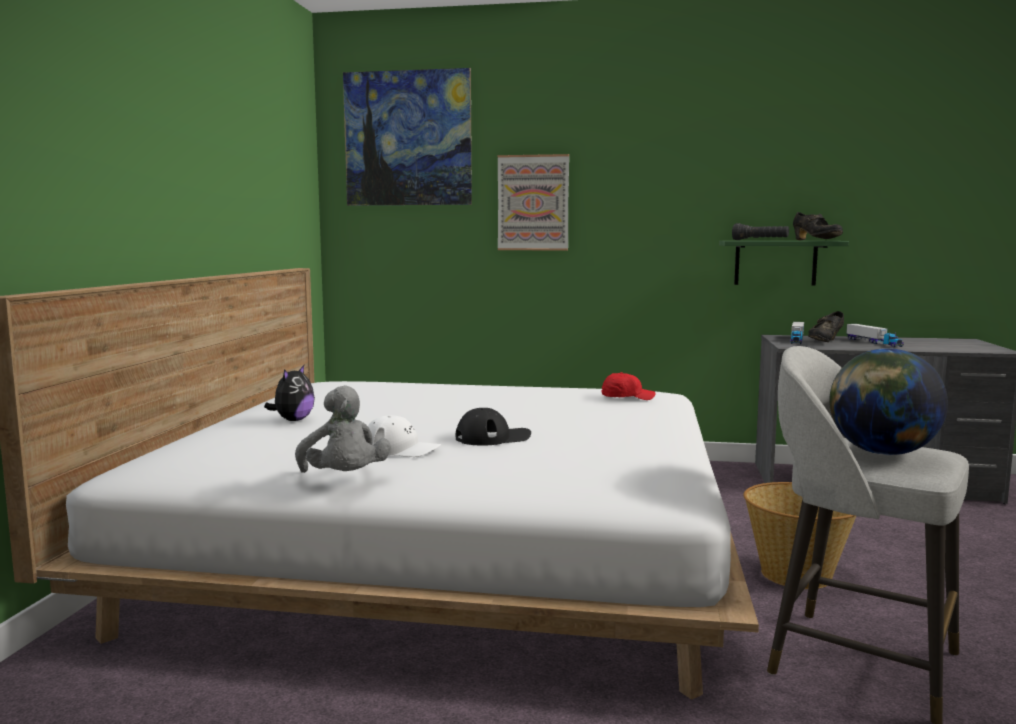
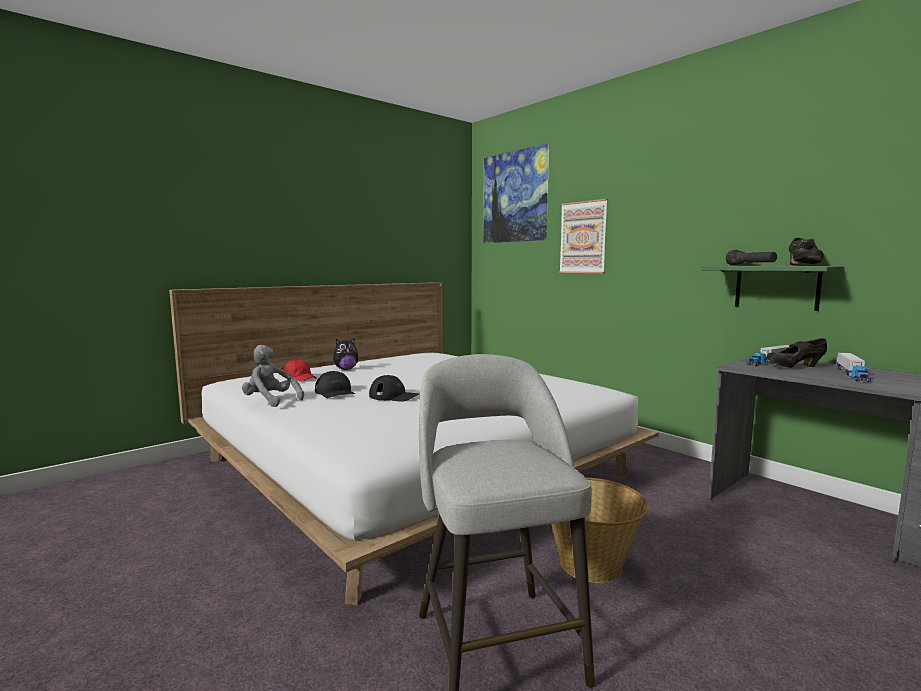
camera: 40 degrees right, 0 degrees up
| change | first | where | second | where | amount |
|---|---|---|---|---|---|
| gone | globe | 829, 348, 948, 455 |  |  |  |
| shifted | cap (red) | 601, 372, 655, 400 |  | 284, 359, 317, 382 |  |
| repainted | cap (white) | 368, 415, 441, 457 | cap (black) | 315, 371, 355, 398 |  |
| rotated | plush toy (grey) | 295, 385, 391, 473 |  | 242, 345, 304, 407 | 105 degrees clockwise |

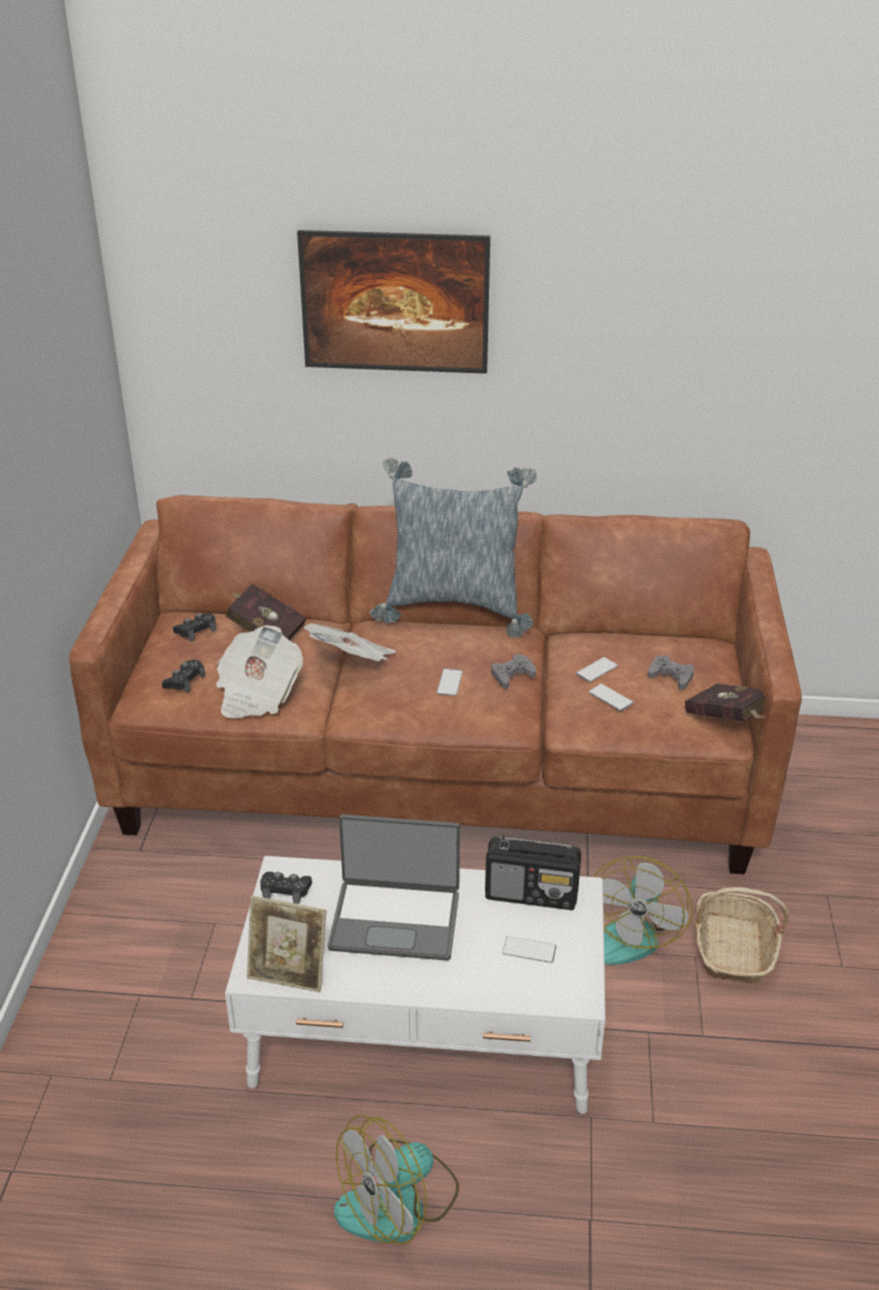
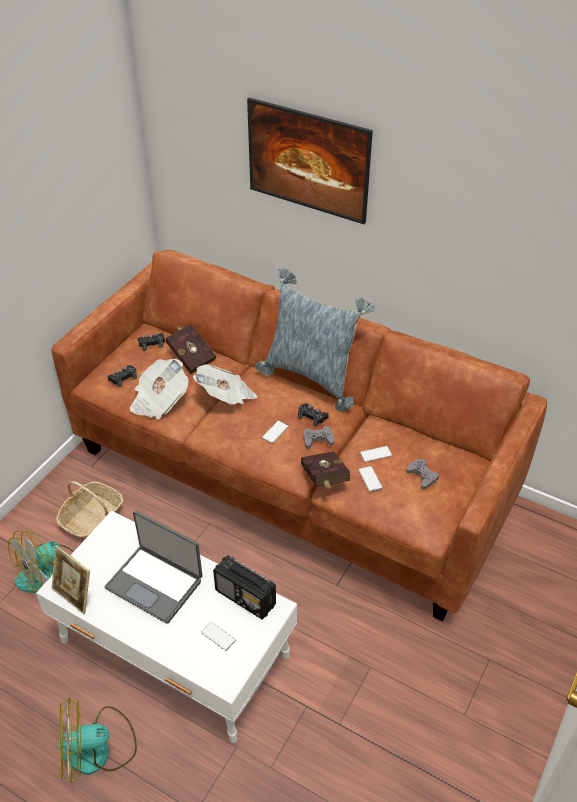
camera: 25 degrees right, 10 degrees up
| change | first | where | second | where | amount |
|---|---|---|---|---|---|
| shifted | game controller (black) | 260, 872, 312, 904 |  | 298, 403, 329, 427 |  |
| shifted | fan | 594, 856, 693, 965 |  | 8, 530, 74, 593 |  |
| shifted | book (red) | 685, 684, 766, 721 |  | 301, 451, 350, 489 |  |
| shifted | basket | 695, 887, 789, 983 |  | 56, 481, 123, 540 |  |

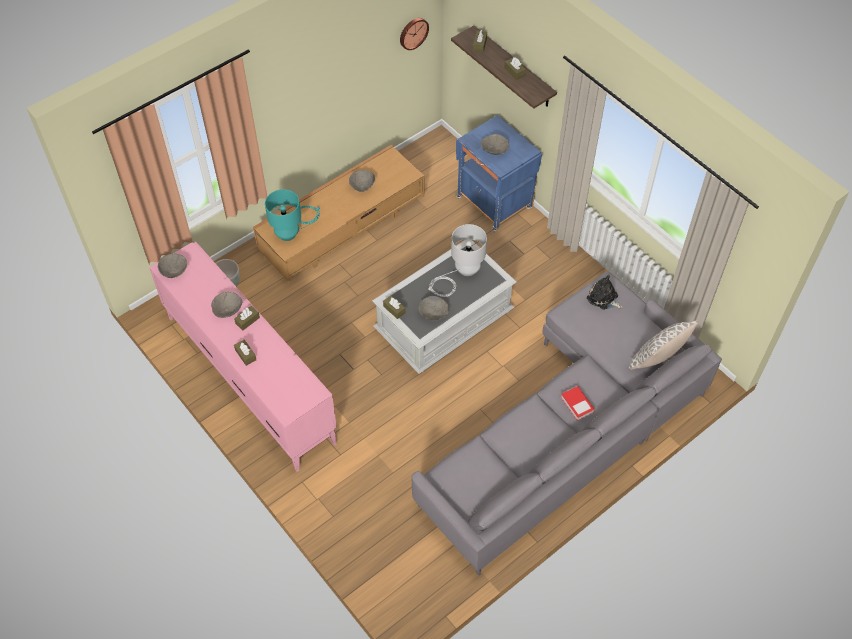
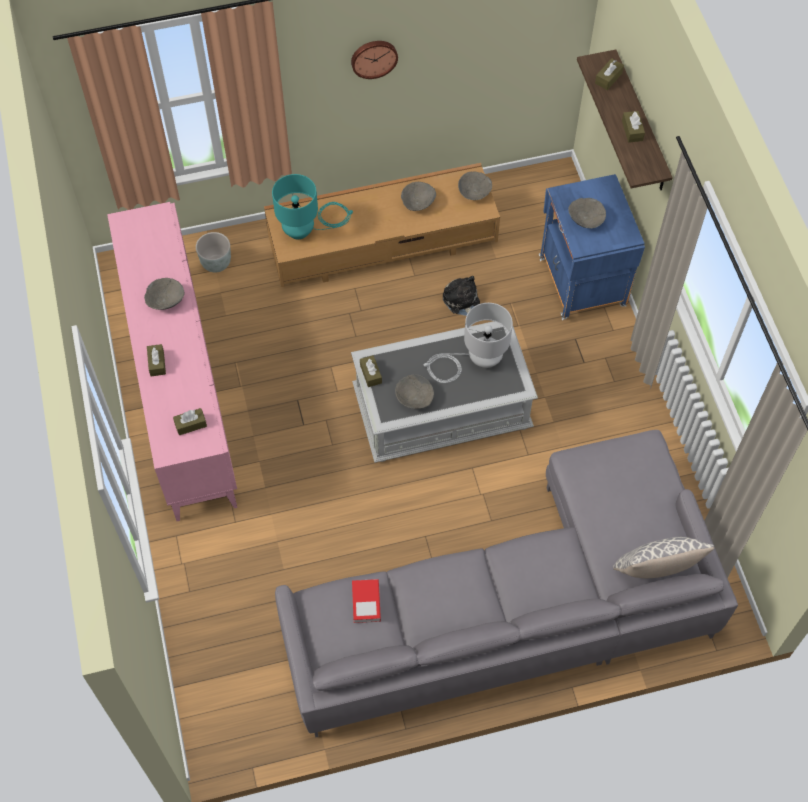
camera: 25 degrees right, 5 degrees up
| change | first | where | second | where | amount |
|---|---|---|---|---|---|
| shifted | bowl (grey) | 158, 253, 187, 278 |  | 458, 172, 492, 200 |  |
| shifted | tissue box (brown) | 234, 306, 260, 330 |  | 173, 408, 207, 435 |  |
| shifted | wall clock | 400, 18, 429, 50 |  | 351, 41, 398, 79 |  |
| shifted | book | 561, 386, 595, 421 |  | 352, 579, 381, 623 |  |
| shifted | plush toy | 587, 275, 623, 310 |  | 443, 276, 480, 316 |  |

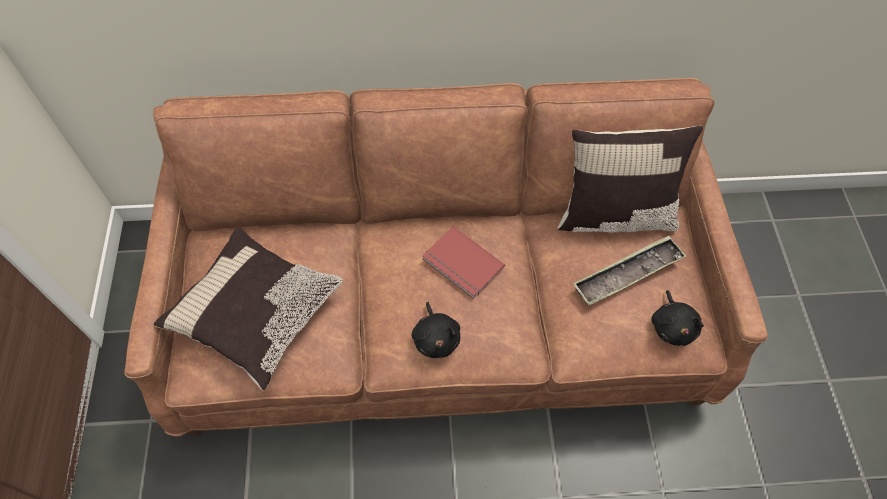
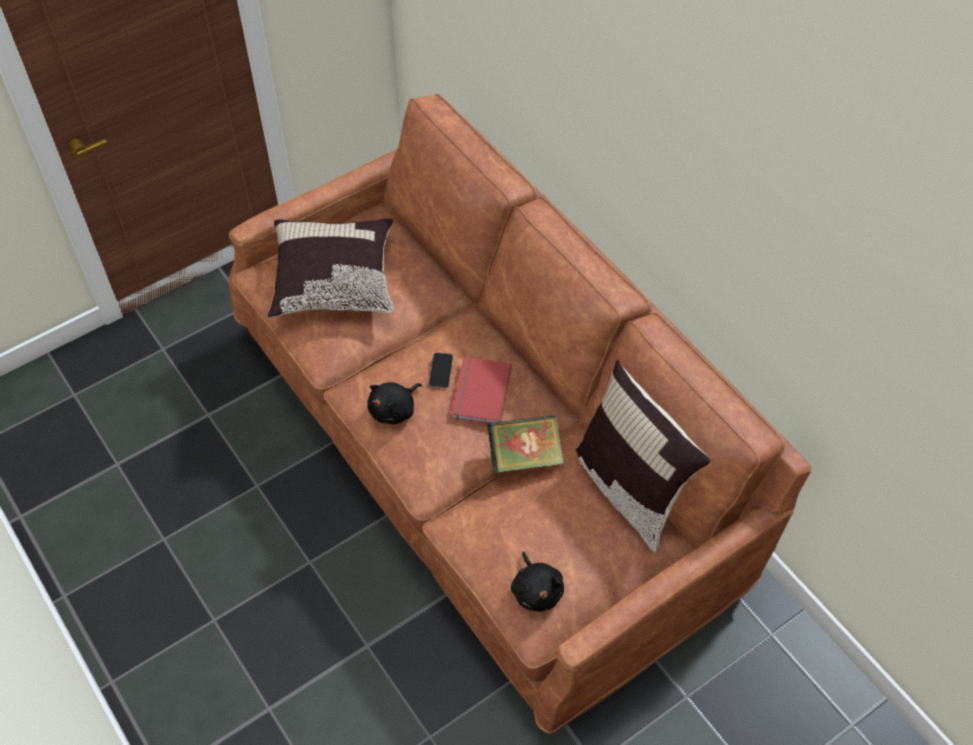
camera: 60 degrees right, 5 degrees down
| change | first | where | second | where | amount |
|---|---|---|---|---|---|
| gone | tray | 573, 236, 687, 306 |  |  |  |
| new |  |  | phone | 429, 353, 453, 388 |  |
| new |  |  | book | 487, 415, 564, 473 |  |
| rotated | plush toy (black) | 651, 290, 704, 346 |  | 511, 552, 564, 611 | 75 degrees counterclockwise |

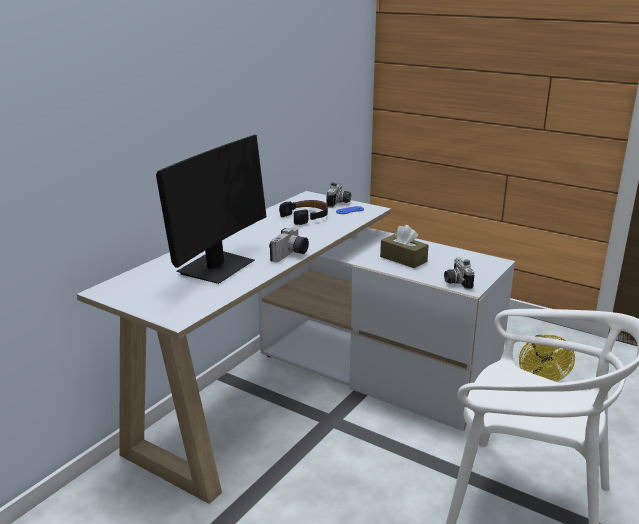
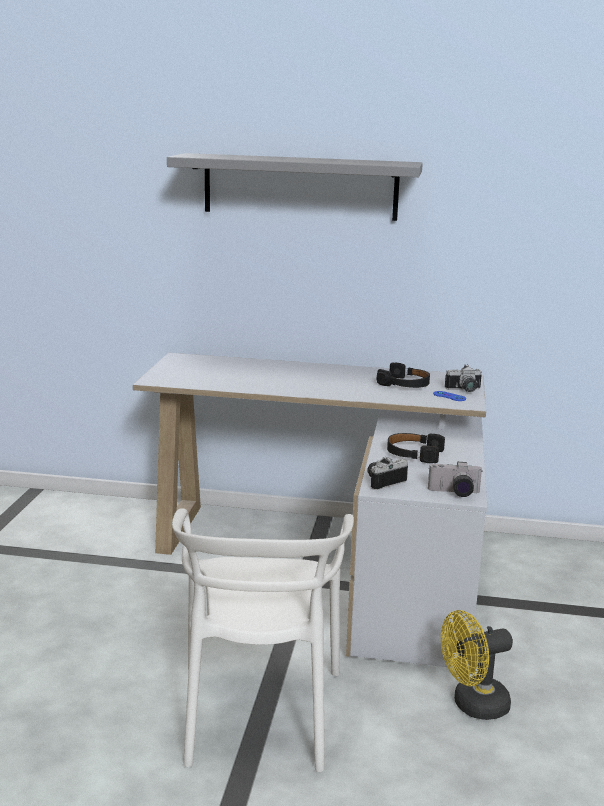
camera: 65 degrees right, 5 degrees down
| change | first | where | second | where | amount |
|---|---|---|---|---|---|
| gone | monitor | 156, 135, 267, 284 |  |  |  |
| new |  |  | shelf (grey) | 167, 153, 423, 221 |  |
| shifted | photo camera | 269, 227, 309, 262 |  | 428, 462, 482, 497 |  |
| swapped | tissue box (brown) | 380, 225, 429, 268 | headphones (black) | 387, 433, 445, 463 |  |

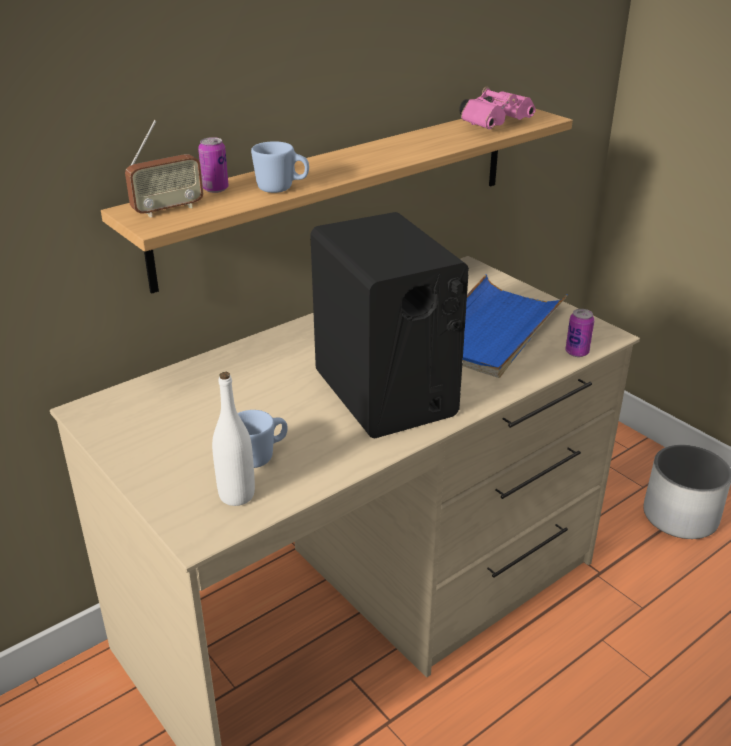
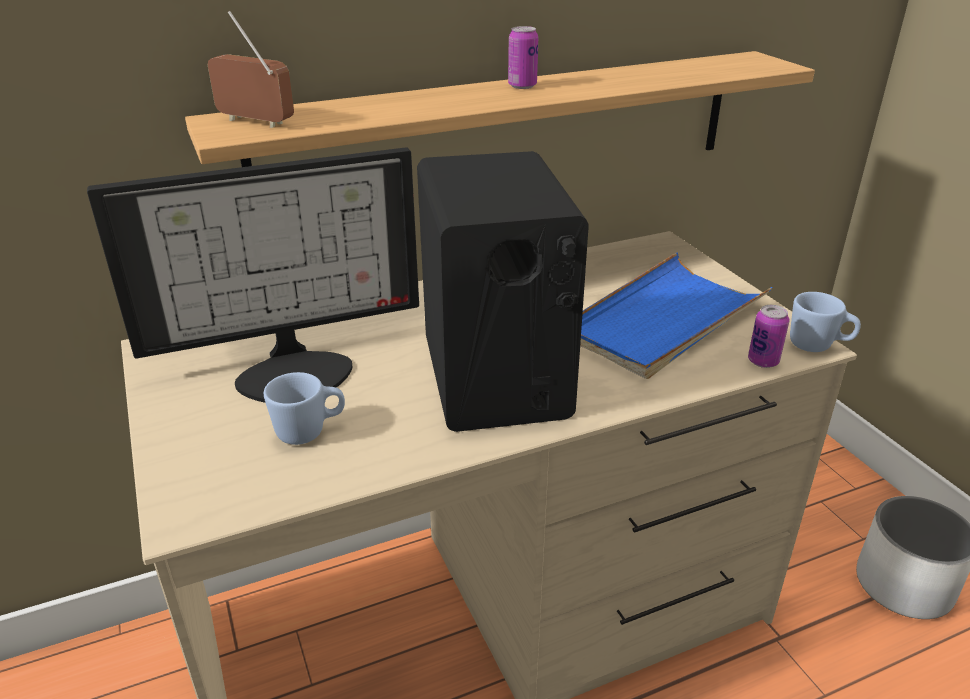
camera: 15 degrees right, 0 degrees up
| change | first | where | second | where | amount |
|---|---|---|---|---|---|
| gone | bottle (white) | 212, 372, 255, 506 |  |  |  |
| gone | binoculars (pink) | 459, 87, 536, 129 |  |  |  |
| new |  |  | monitor | 87, 147, 419, 403 |  |
| shifted | can | 198, 137, 229, 193 |  | 508, 26, 538, 89 |  |
| shifted | mug (blue) | 251, 141, 309, 193 |  | 790, 292, 861, 352 |  |
| rotated | radio | 125, 120, 203, 217 |  | 208, 11, 294, 128 | 135 degrees counterclockwise |

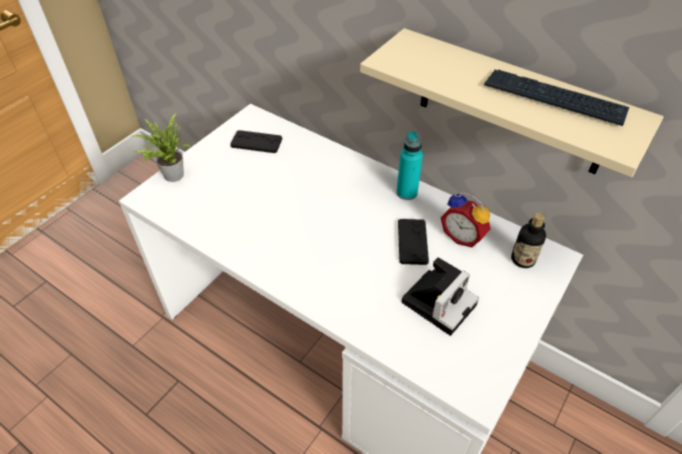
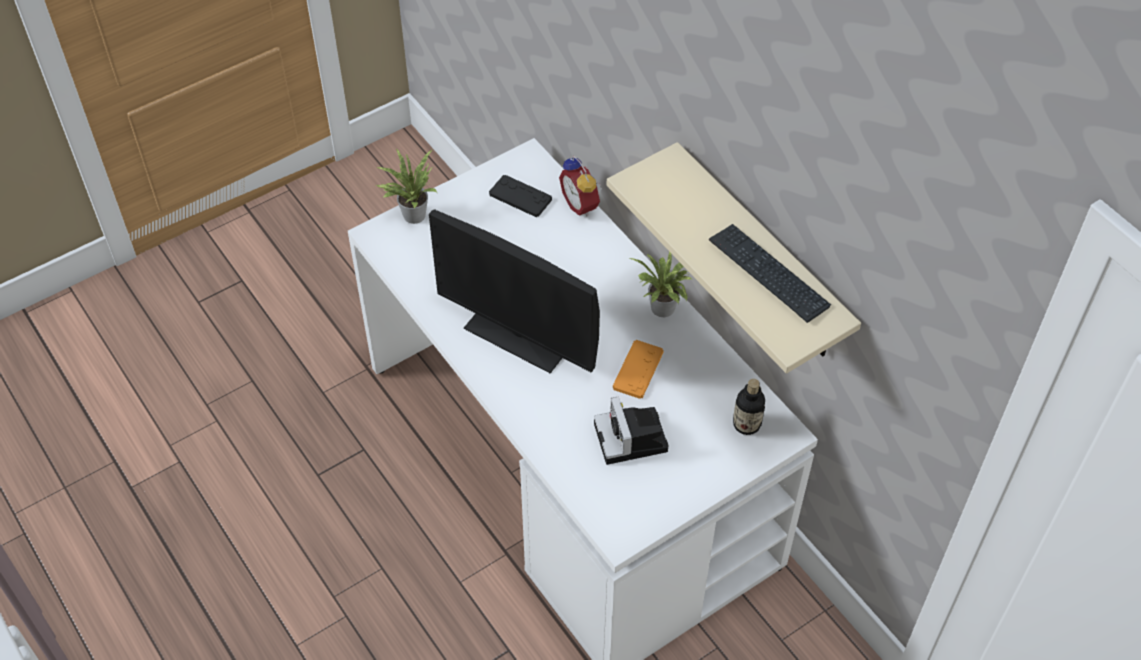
camera: 20 degrees right, 5 degrees up
| change | first | where | second | where | amount |
|---|---|---|---|---|---|
| new |  |  | monitor | 429, 209, 600, 373 |  |
| shifted | alarm clock | 440, 192, 491, 248 |  | 559, 156, 602, 216 |  |
| swapped | bottle (turquoise) | 396, 131, 423, 200 | potted plant | 629, 252, 693, 317 |  |
| repainted | game controller (black) | 398, 219, 429, 265 | game controller (orange) | 613, 340, 664, 399 |  |
| rotated | photo camera | 402, 257, 479, 336 |  | 594, 396, 669, 465 | 105 degrees clockwise |

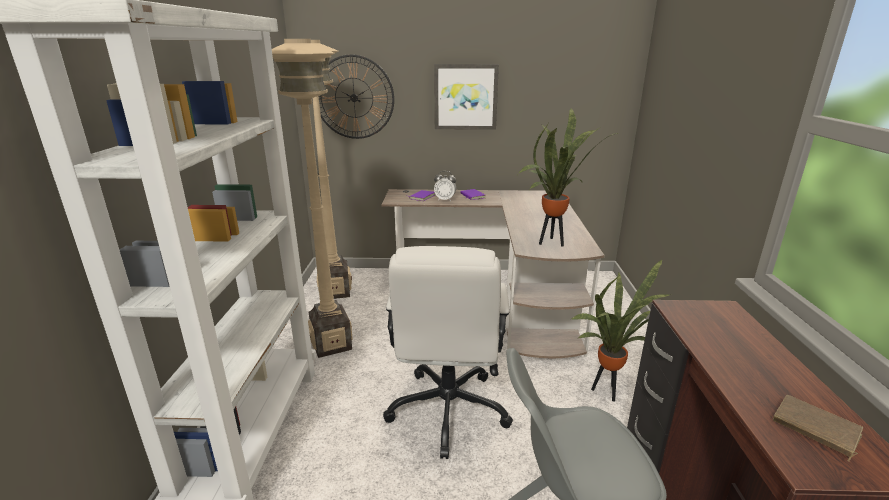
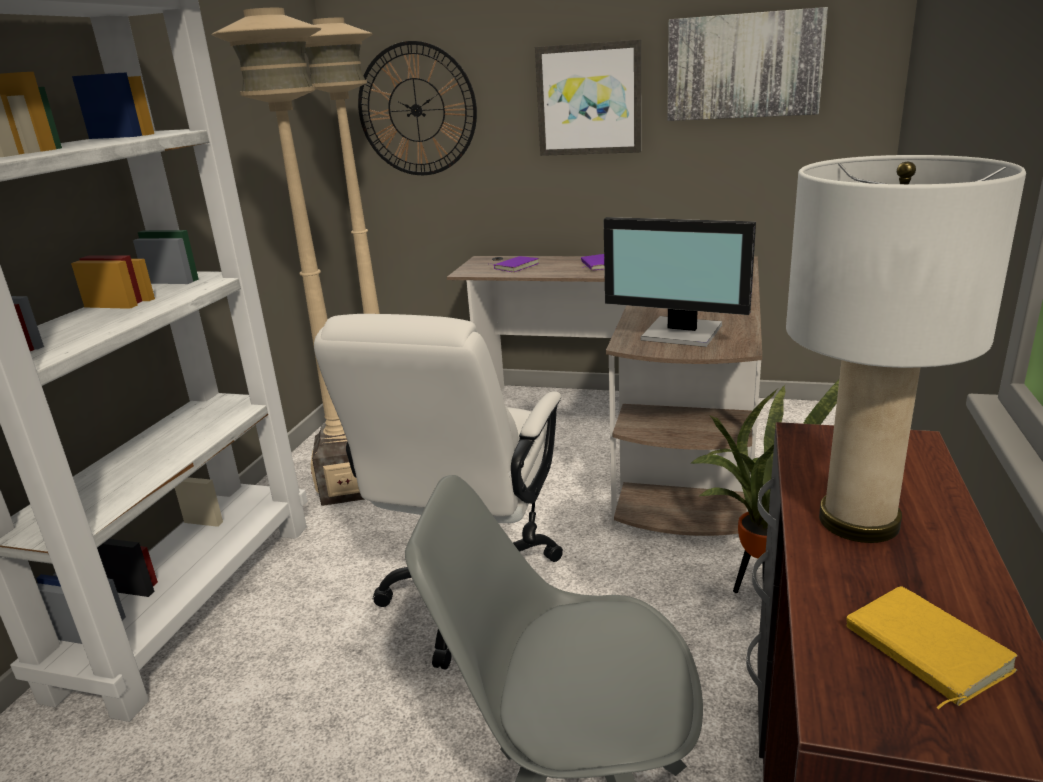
camera: 15 degrees right, 0 degrees up
| change | first | where | second | where | amount |
|---|---|---|---|---|---|
| gone | alarm clock | 434, 171, 456, 201 |  |  |  |
| new |  |  | picture | 667, 7, 828, 121 |  |
| new |  |  | table lamp (white) | 786, 155, 1026, 543 |  |
| swapped | potted plant | 518, 108, 617, 247 | monitor | 603, 217, 756, 347 |  |
| repainted | book (brown) | 773, 395, 863, 462 | book (yellow) | 846, 586, 1018, 710 |  |

